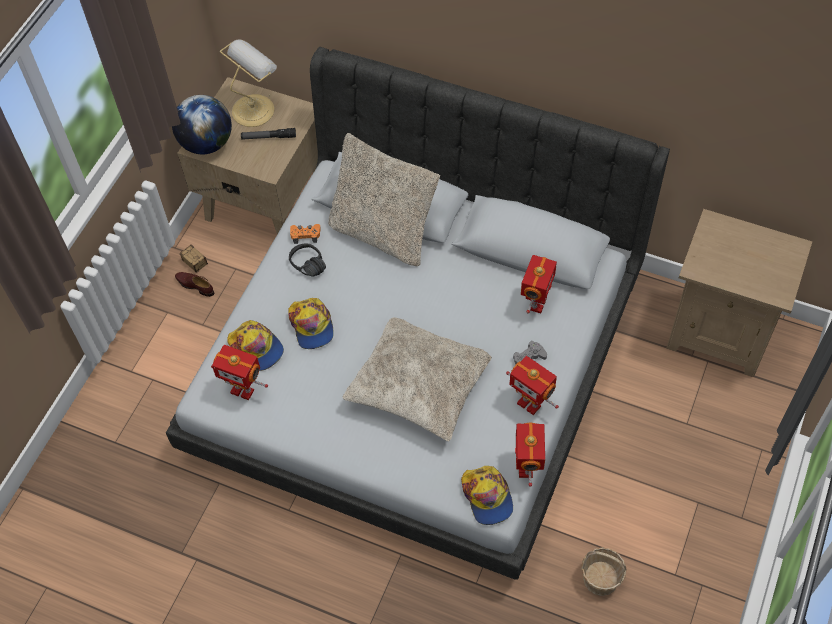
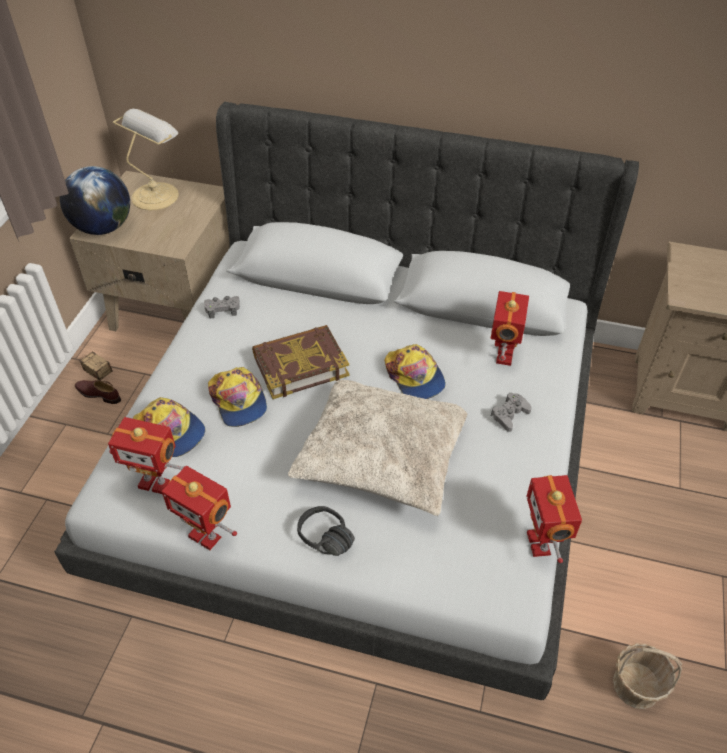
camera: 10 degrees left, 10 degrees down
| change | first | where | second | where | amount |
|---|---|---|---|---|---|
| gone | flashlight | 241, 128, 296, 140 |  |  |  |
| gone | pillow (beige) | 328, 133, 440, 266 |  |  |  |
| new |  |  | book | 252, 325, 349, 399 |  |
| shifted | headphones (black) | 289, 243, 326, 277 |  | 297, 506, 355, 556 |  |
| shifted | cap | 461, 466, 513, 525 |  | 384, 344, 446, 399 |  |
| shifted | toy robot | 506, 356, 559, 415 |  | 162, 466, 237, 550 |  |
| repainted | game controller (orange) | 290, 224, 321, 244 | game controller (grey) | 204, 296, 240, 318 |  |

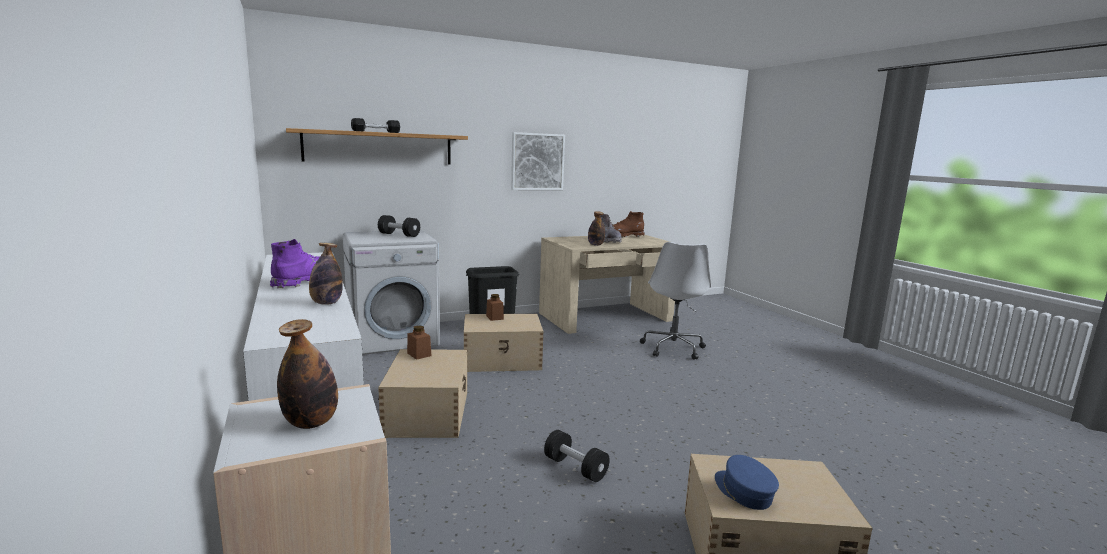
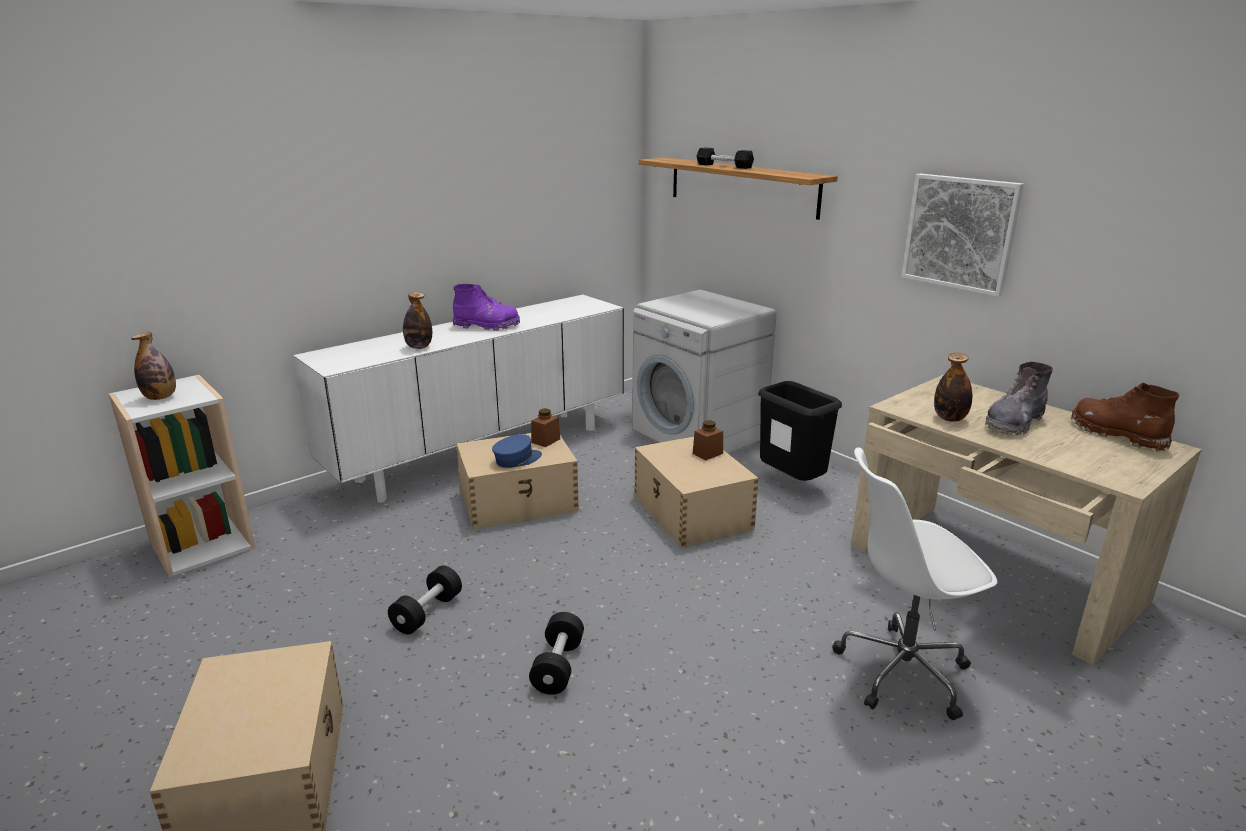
camera: 75 degrees right, 10 degrees up
| change | first | where | second | where | amount |
|---|---|---|---|---|---|
| shifted | dumbbell (black) | 378, 215, 420, 237 |  | 529, 612, 584, 695 |  |
| shifted | cap (blue) | 715, 455, 779, 510 |  | 492, 434, 542, 468 |  |

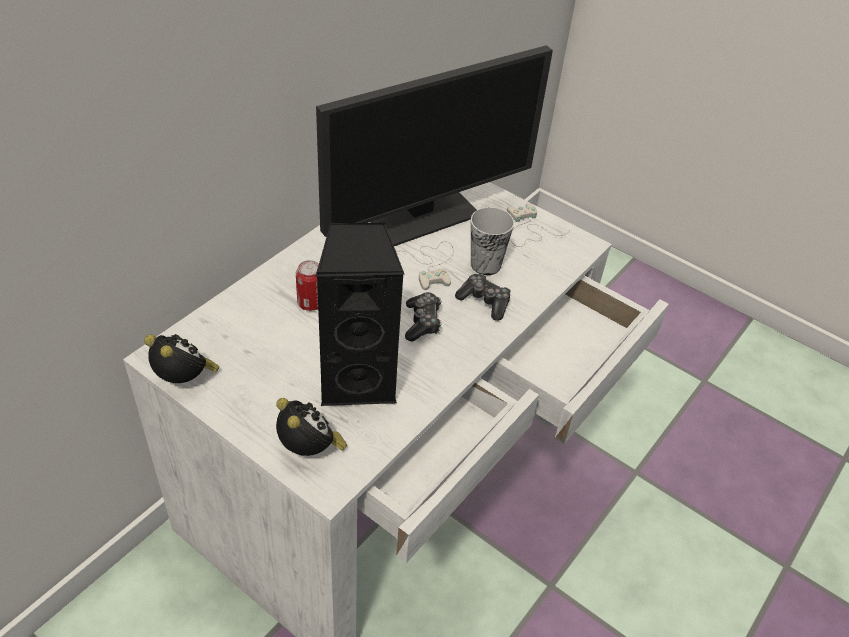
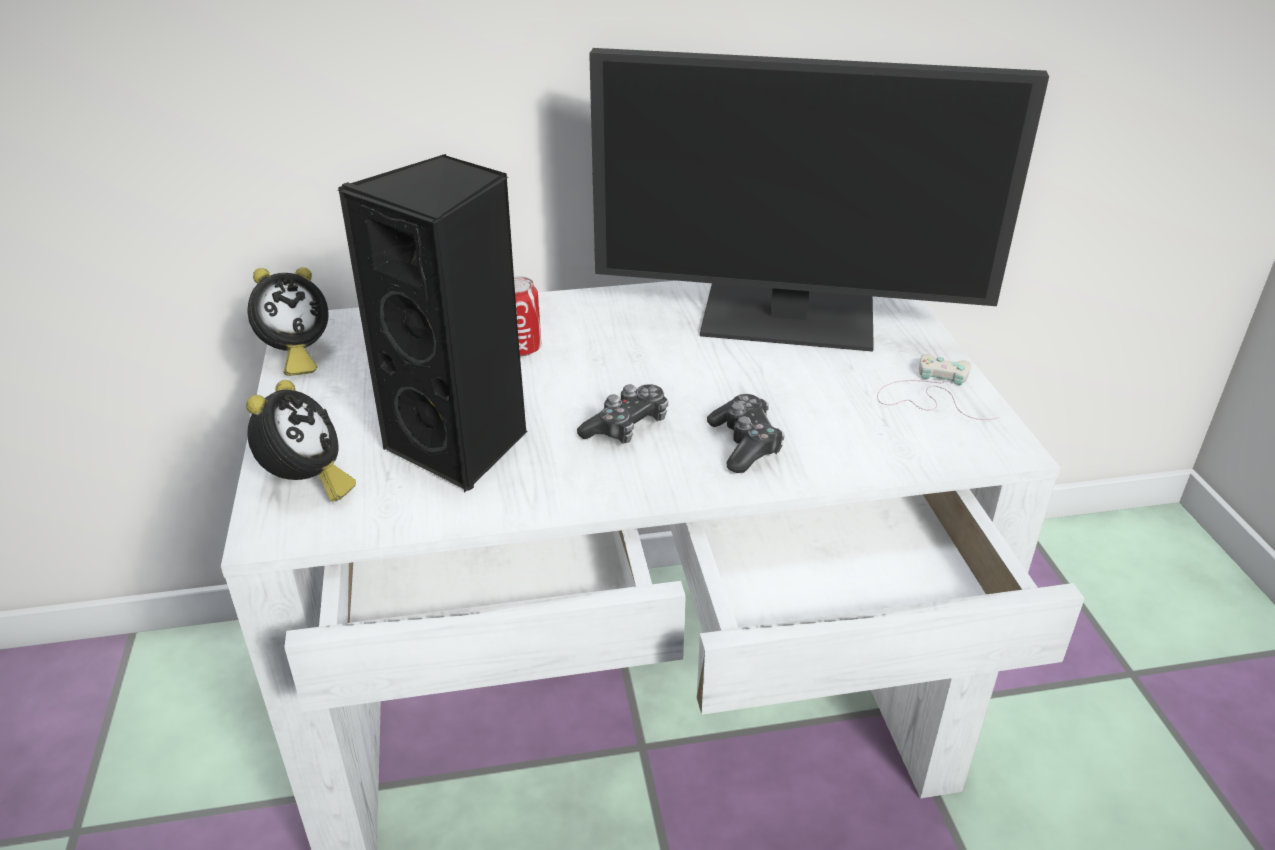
camera: 45 degrees right, 10 degrees down
| change | first | where | second | where | amount |
|---|---|---|---|---|---|
| gone | game controller (white) | 396, 241, 454, 290 |  |  |  |
| gone | cup | 471, 207, 514, 275 |  |  |  |
| rotated | alarm clock | 144, 334, 219, 383 |  | 247, 267, 329, 376 | 60 degrees clockwise |

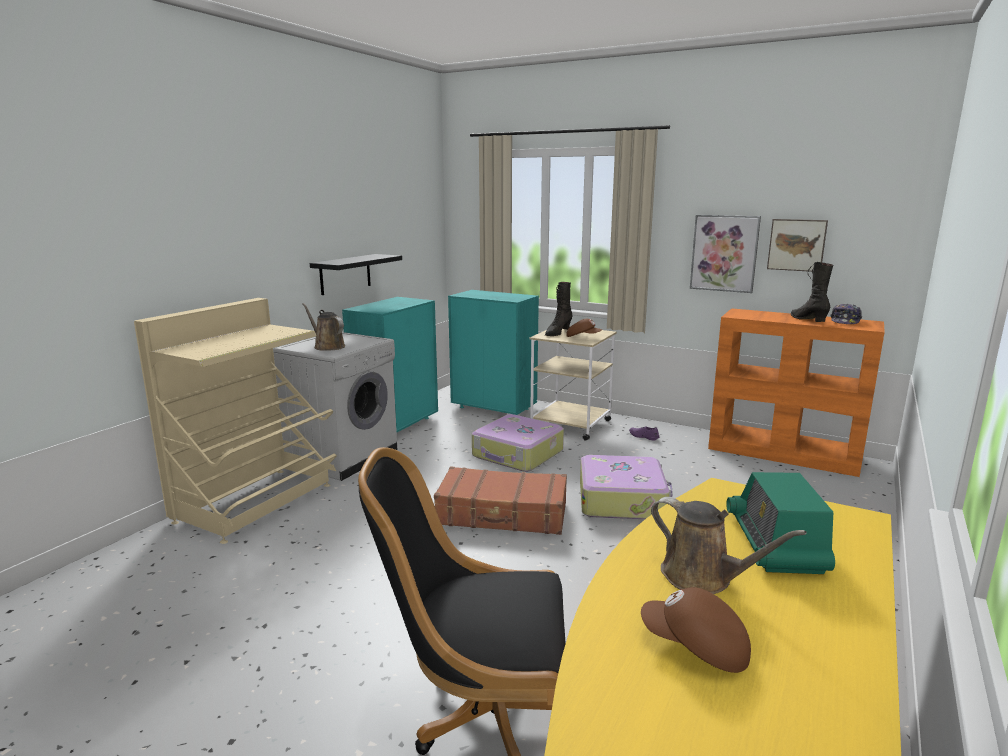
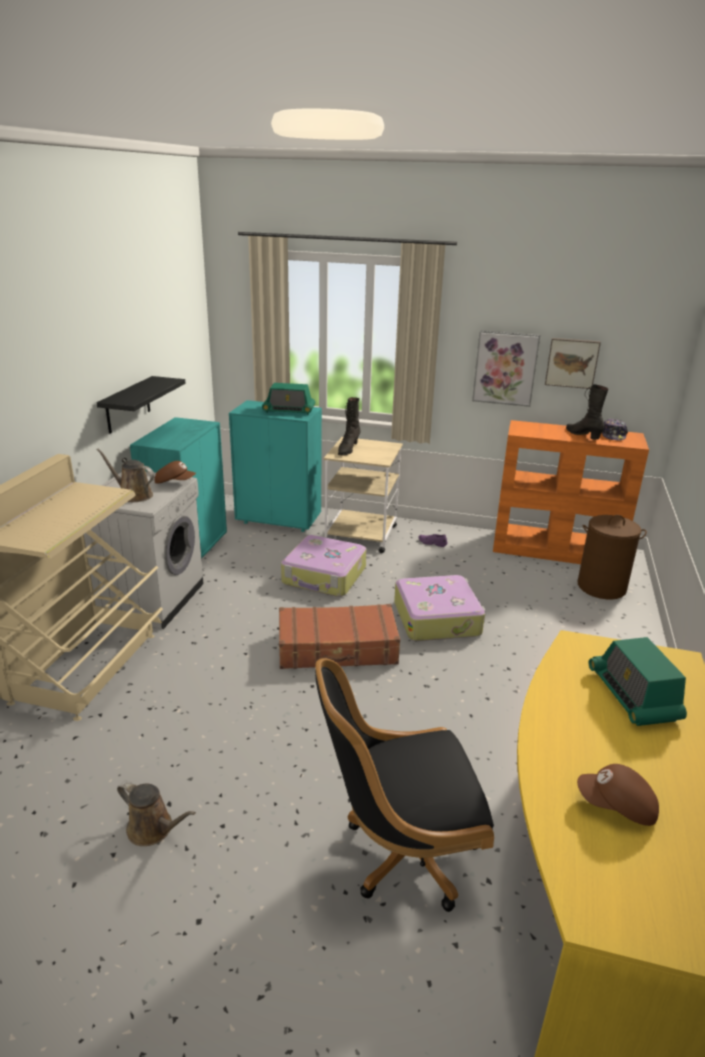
camera: 15 degrees left, 10 degrees up
| change | first | where | second | where | amount |
|---|---|---|---|---|---|
| new |  |  | radio | 262, 383, 315, 415 |  |
| new |  |  | laundry basket (brown) | 578, 515, 647, 599 |  |
| shifted | cap (brown) | 566, 319, 602, 337 |  | 154, 461, 196, 484 |  |
| shifted | watering can (brown) | 651, 497, 807, 594 |  | 117, 781, 196, 846 |  |

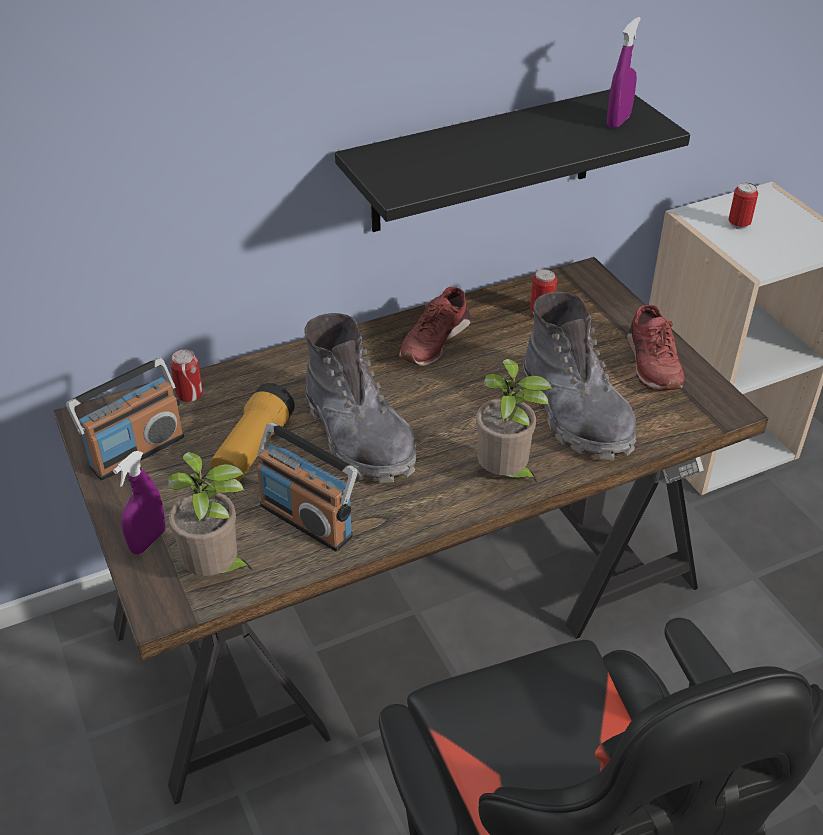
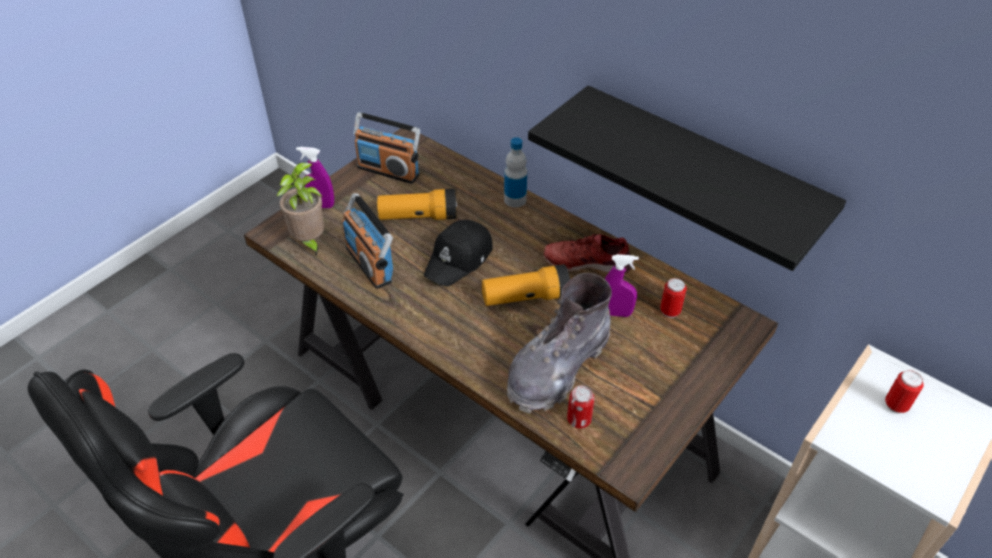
camera: 65 degrees right, 5 degrees up
| change | first | where | second | where | amount |
|---|---|---|---|---|---|
| gone | potted plant | 476, 359, 552, 484 |  |  |  |
| gone | shoe (red) | 627, 305, 685, 390 |  |  |  |
| new |  |  | flashlight | 482, 264, 570, 306 |  |
| new |  |  | bottle | 504, 137, 527, 207 |  |
| shifted | can | 170, 350, 203, 402 |  | 567, 385, 594, 429 |  |
| shifted | spray bottle (purple) | 607, 17, 641, 128 |  | 605, 254, 639, 317 |  |
| swapped | boot (grey) | 304, 313, 417, 483 | cap (black) | 424, 220, 493, 286 |  |
| rotated | radio | 257, 423, 358, 551 |  | 342, 193, 393, 289 | 45 degrees counterclockwise |

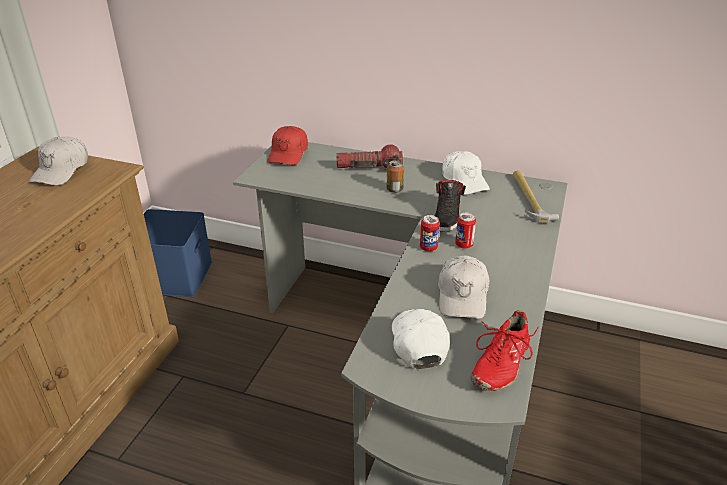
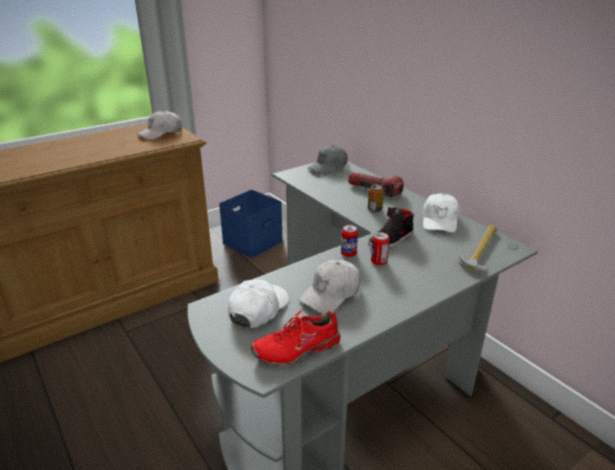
camera: 35 degrees right, 5 degrees down
| change | first | where | second | where | amount |
|---|---|---|---|---|---|
| repainted | cap (red) | 267, 126, 308, 165 | cap (grey) | 308, 145, 348, 175 |  |

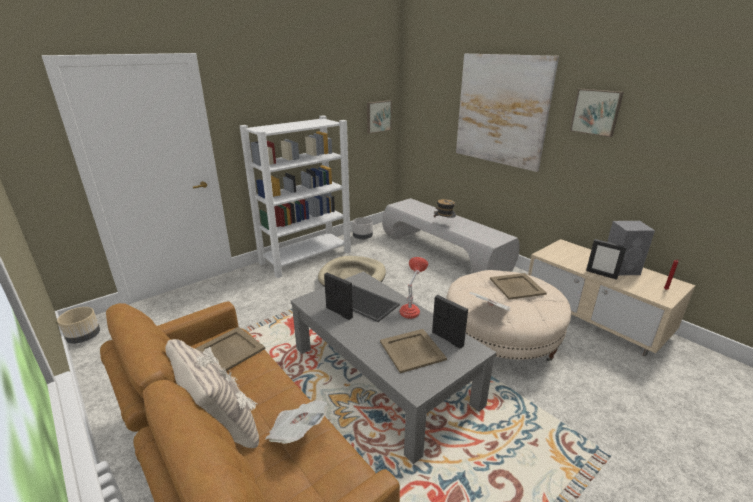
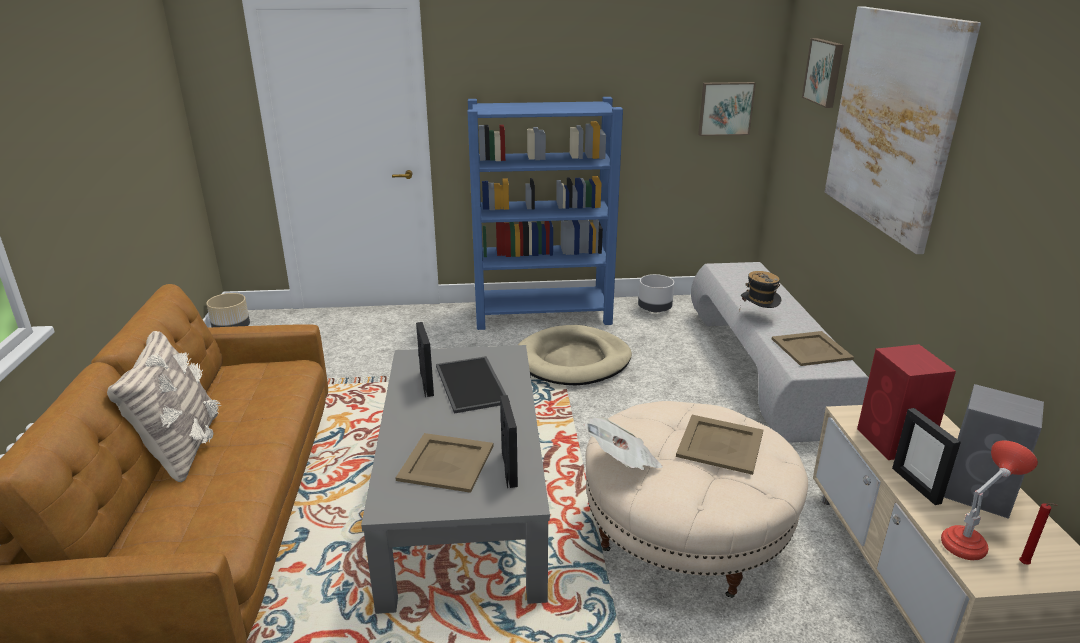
camera: 35 degrees right, 0 degrees up
| change | first | where | second | where | amount |
|---|---|---|---|---|---|
| gone | newspaper | 265, 400, 327, 444 |  |  |  |
| new |  |  | speaker (red) | 857, 344, 956, 460 |  |
| shifted | tray (beige) | 195, 327, 265, 371 |  | 772, 331, 854, 366 |  |
| shifted | table lamp (red) | 399, 257, 428, 319 |  | 941, 440, 1038, 560 |  |
| shifted | picture | 570, 89, 624, 137 |  | 802, 38, 844, 108 |  |
| repainted | bookcase (white) | 240, 115, 351, 278 | bookcase (blue) | 468, 97, 623, 330 |  |

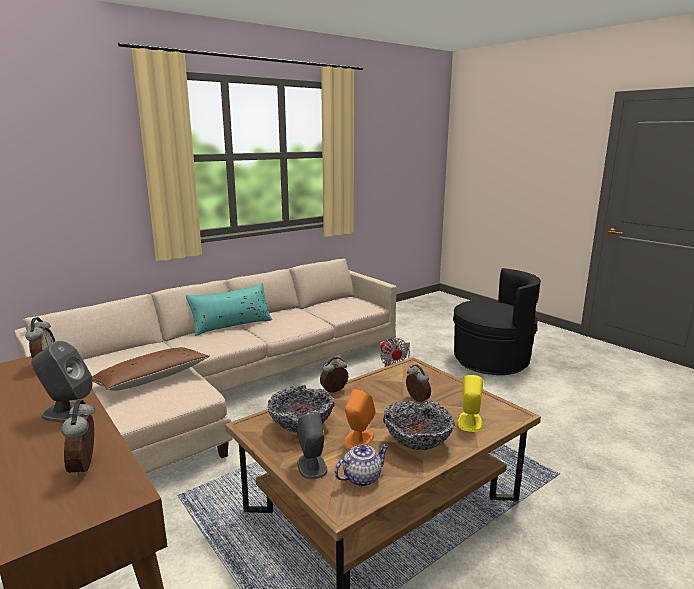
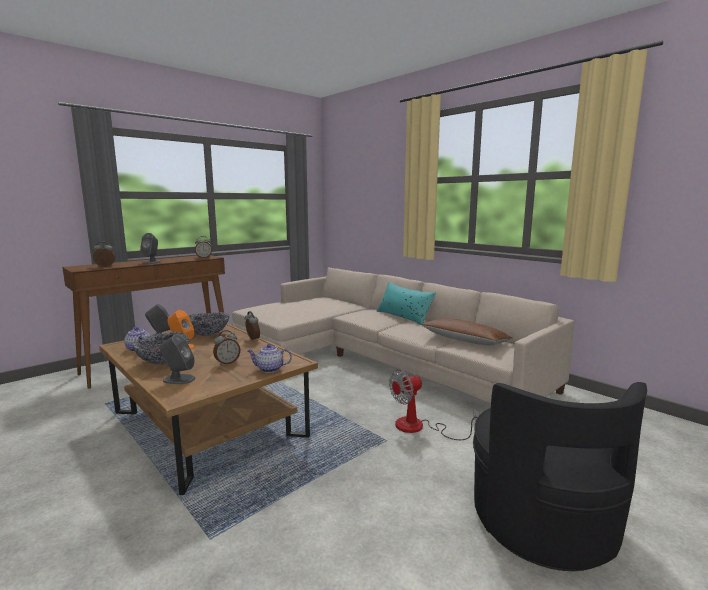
camera: 85 degrees right, 5 degrees down
| change | first | where | second | where | amount |
|---|---|---|---|---|---|
| new |  |  | teapot | 248, 344, 292, 373 |  |
| shifted | pillow (brown) | 92, 347, 210, 391 |  | 420, 318, 512, 345 |  |
| repainted | speaker (yellow) | 458, 375, 484, 432 | speaker (grey) | 160, 335, 195, 384 |  |

